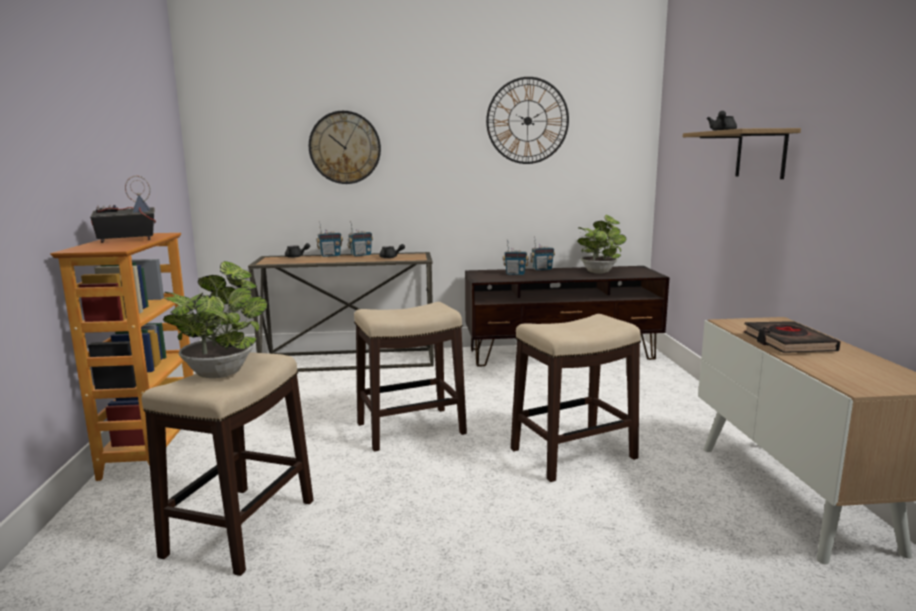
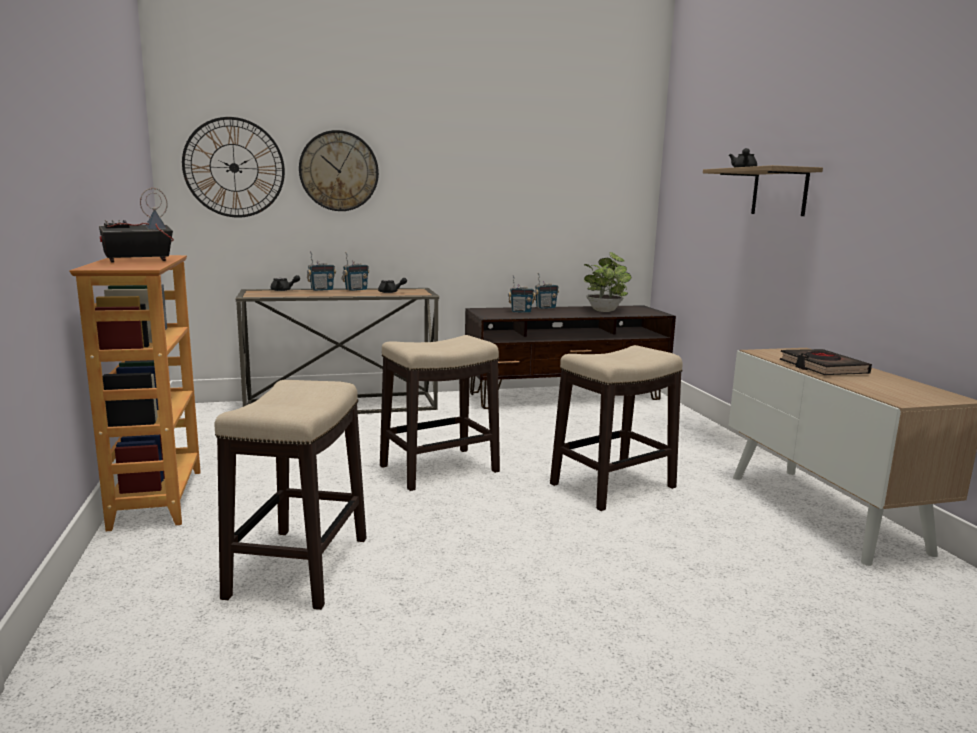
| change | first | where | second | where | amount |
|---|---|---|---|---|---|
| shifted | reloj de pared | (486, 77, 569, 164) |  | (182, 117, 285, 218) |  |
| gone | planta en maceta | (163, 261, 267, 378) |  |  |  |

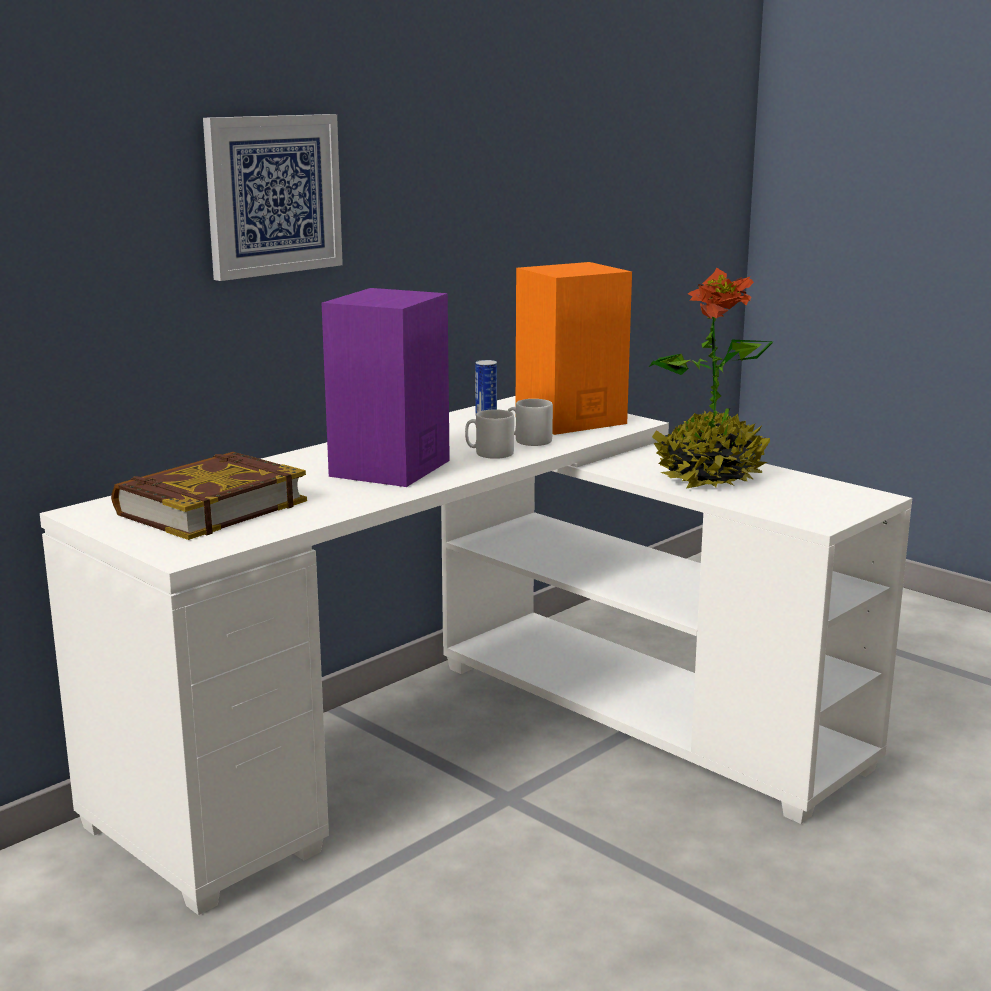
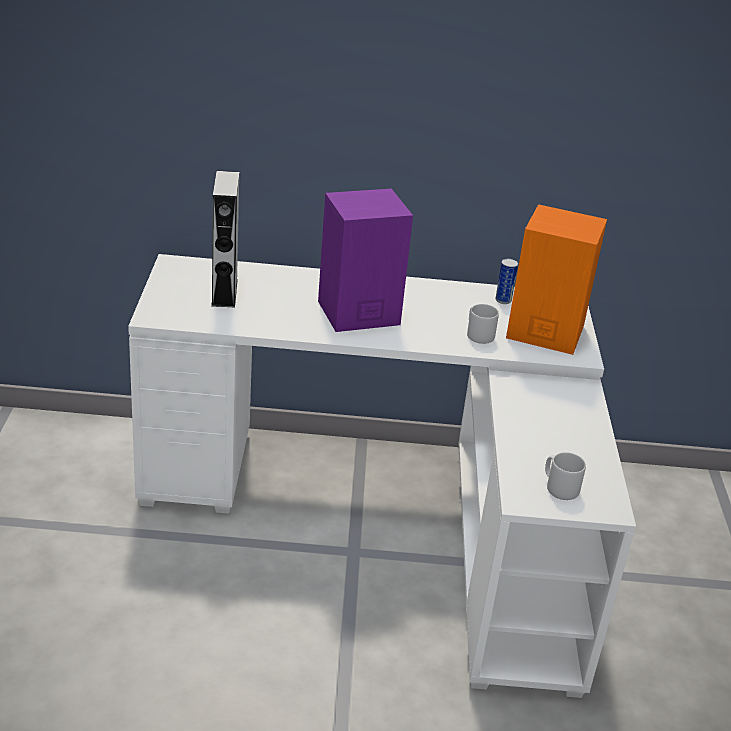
| change | first | where | second | where | amount |
|---|---|---|---|---|---|
| swapped | libro | (111, 452, 307, 540) | altavoz (gris) | (211, 171, 239, 307) |  |
| shifted | taza grande (gris) | (465, 410, 514, 459) |  | (545, 452, 586, 500) |  |
| gone | cuadro | (203, 114, 343, 281) |  |  |  |
| gone | planta en maceta | (649, 267, 773, 488) |  |  |  |

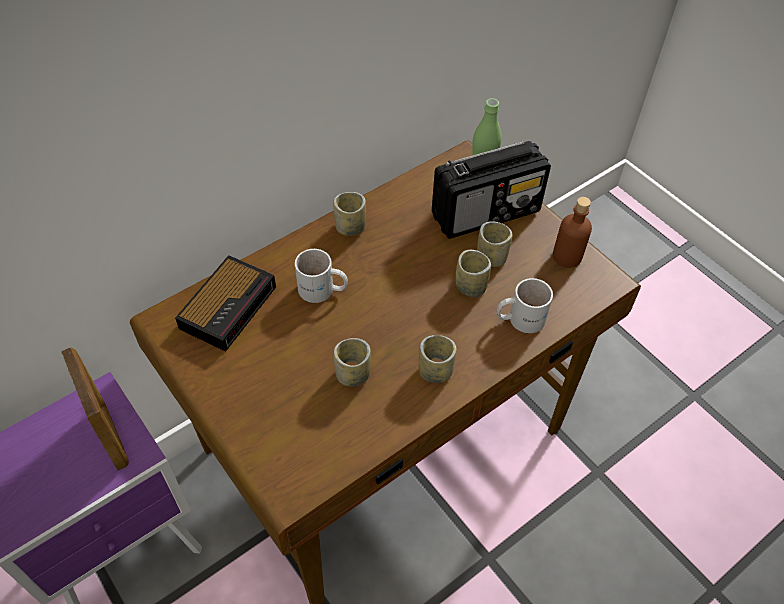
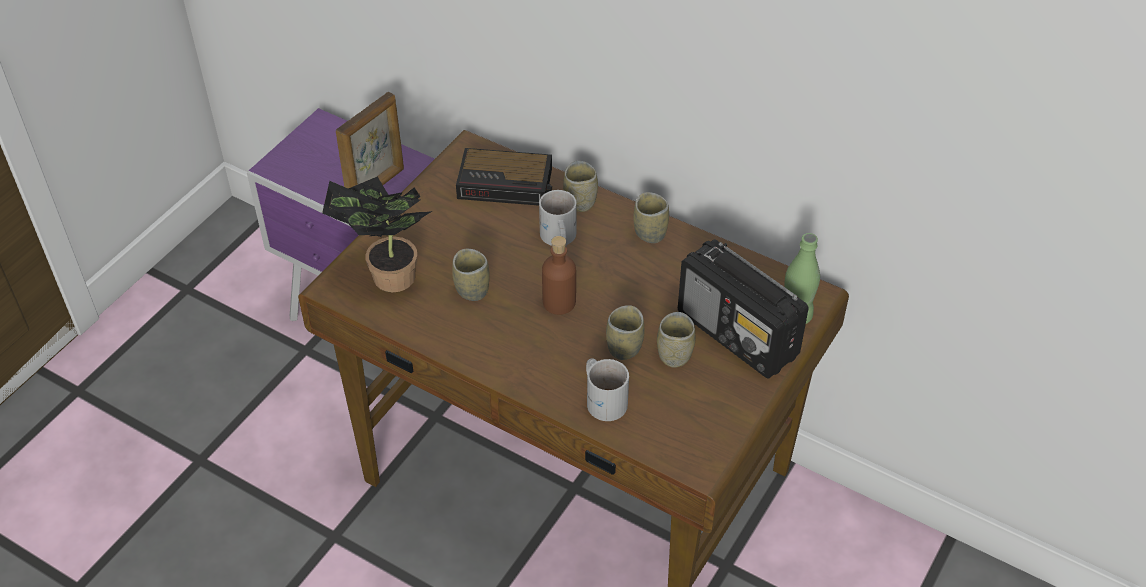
| change | first | where | second | where | amount |
|---|---|---|---|---|---|
| new |  |  | planta en maceta | (322, 177, 432, 292) |  |
| shifted | botella (marrón) | (553, 197, 592, 268) |  | (542, 236, 576, 315) |  |
| shifted | taza | (419, 335, 457, 383) |  | (563, 161, 598, 212) |  |

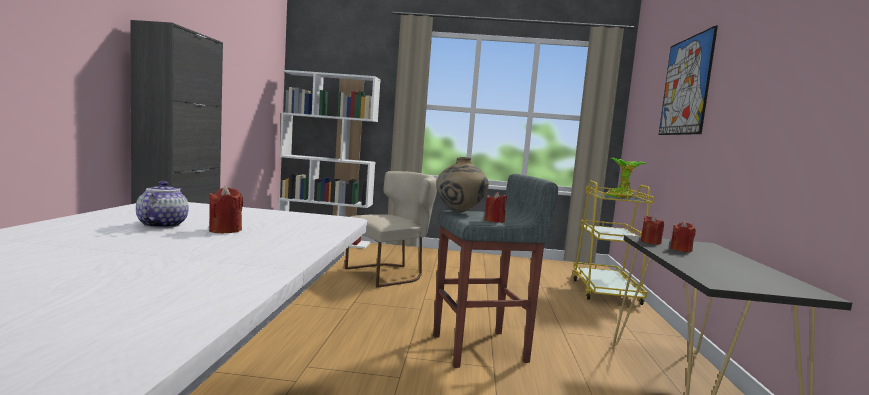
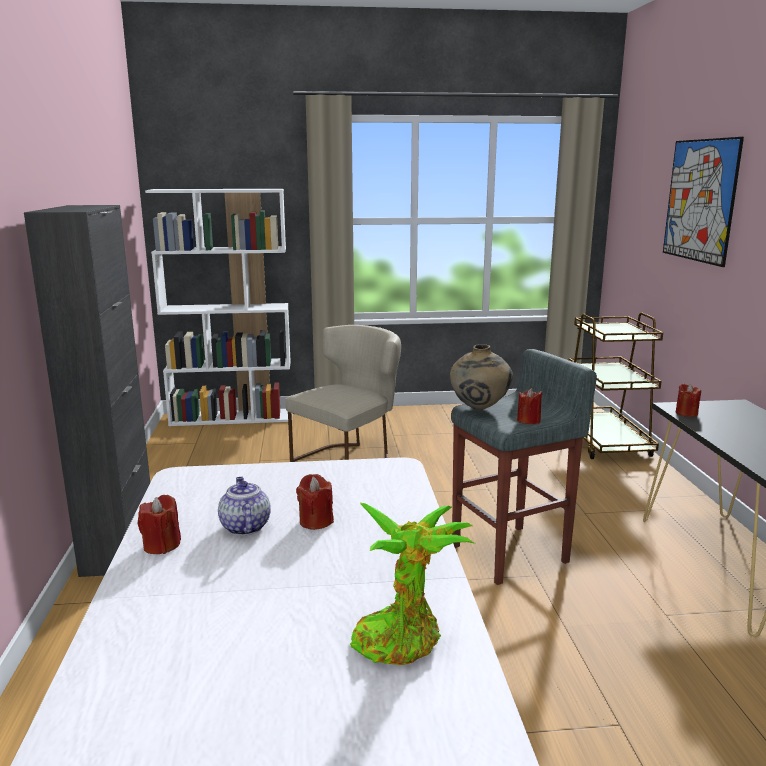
| change | first | where | second | where | amount |
|---|---|---|---|---|---|
| shifted | vela (rojo) | (670, 221, 696, 252) |  | (138, 495, 181, 554) |  |
| shifted | planta en maceta | (606, 158, 647, 198) |  | (350, 503, 475, 665) |  |
| repainted | carrito (amarillo) | (573, 181, 654, 305) | carrito (marrón) | (569, 312, 663, 459) |  |

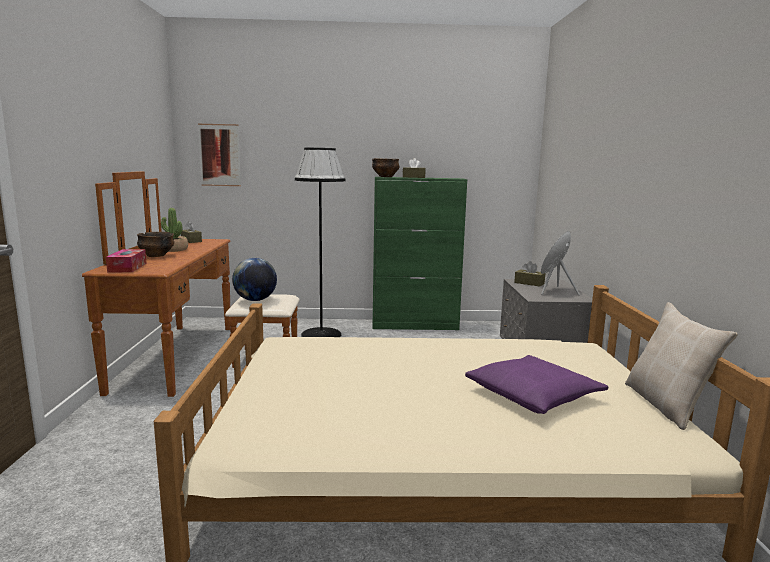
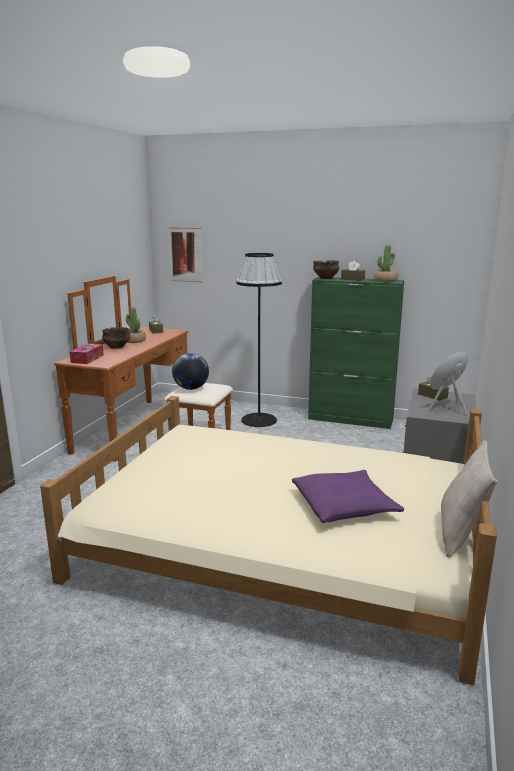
| change | first | where | second | where | amount |
|---|---|---|---|---|---|
| new |  |  | planta en maceta | (374, 244, 398, 282) |  |

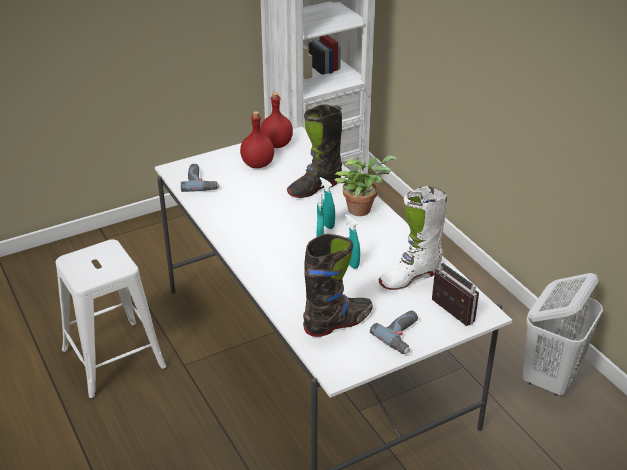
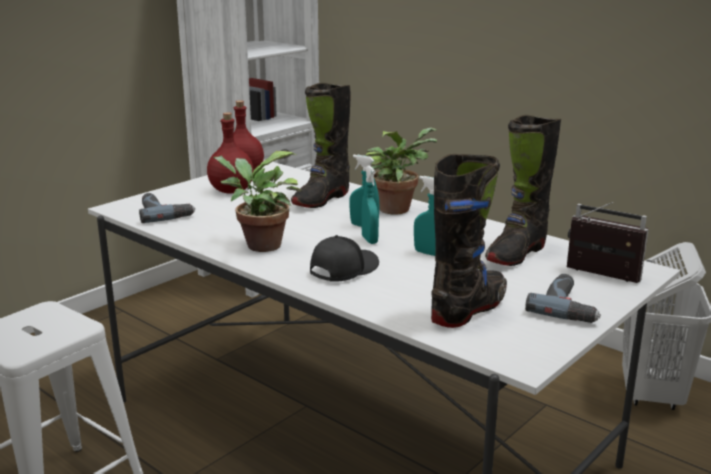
| change | first | where | second | where | amount |
|---|---|---|---|---|---|
| new |  |  | planta en maceta | (213, 151, 301, 252) |  |
| new |  |  | gorra (negro) | (310, 235, 379, 282) |  |
| repainted | bota (blanco) | (379, 186, 447, 290) | bota (negro) | (485, 115, 561, 266) |  |

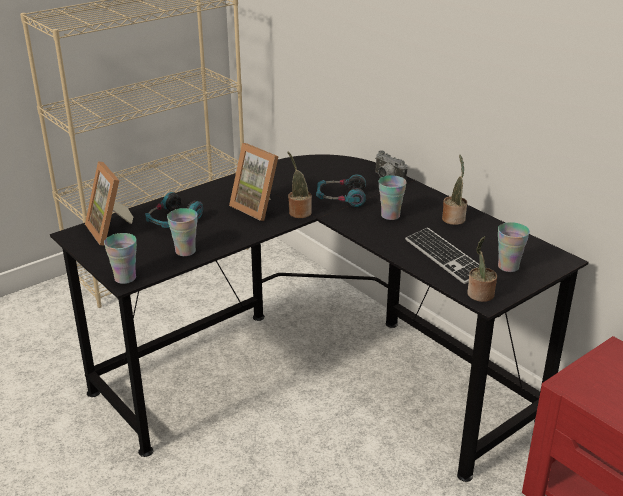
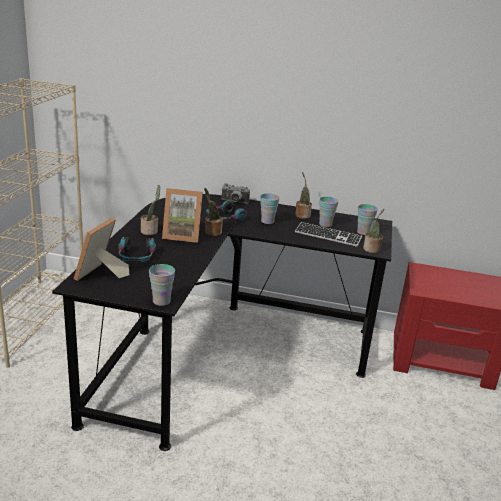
| change | first | where | second | where | amount |
|---|---|---|---|---|---|
| rotated | portarretratos | (85, 161, 133, 245) |  | (74, 217, 129, 281) | 90 degrees clockwise |
| new |  |  | planta en maceta | (141, 185, 160, 235) |  |
| shifted | taza | (167, 208, 198, 256) |  | (319, 197, 339, 227) |  |

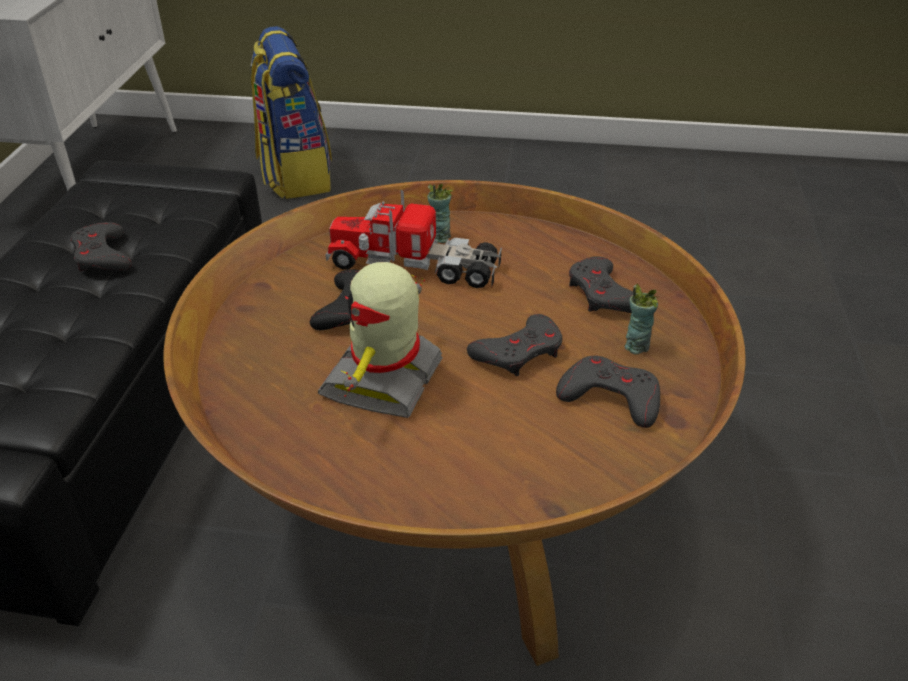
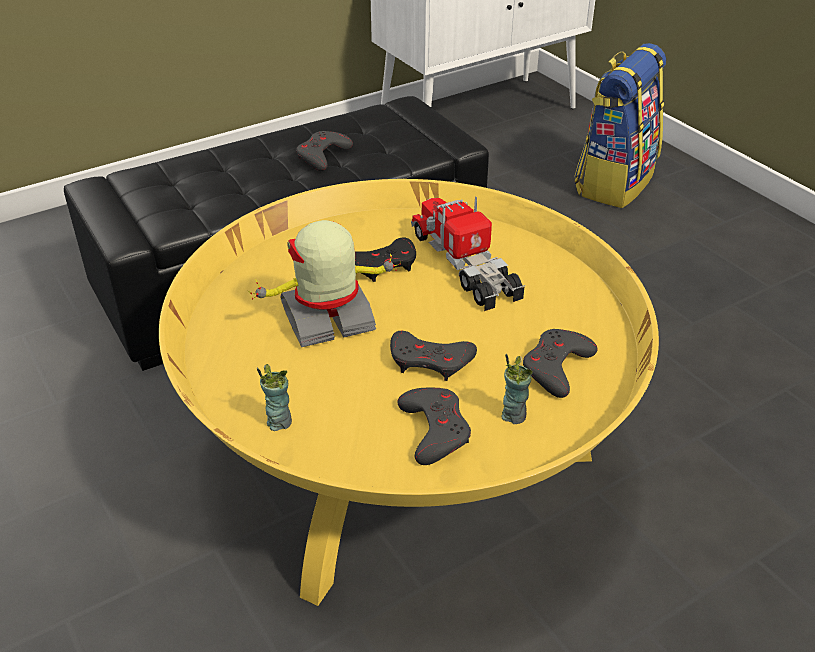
| change | first | where | second | where | amount |
|---|---|---|---|---|---|
| repainted | mesa de centro (marrón) | (163, 180, 745, 666) | mesa de centro (amarillo) | (159, 179, 659, 606) |  |
| shifted | taza | (427, 184, 453, 243) |  | (257, 364, 292, 431) |  |

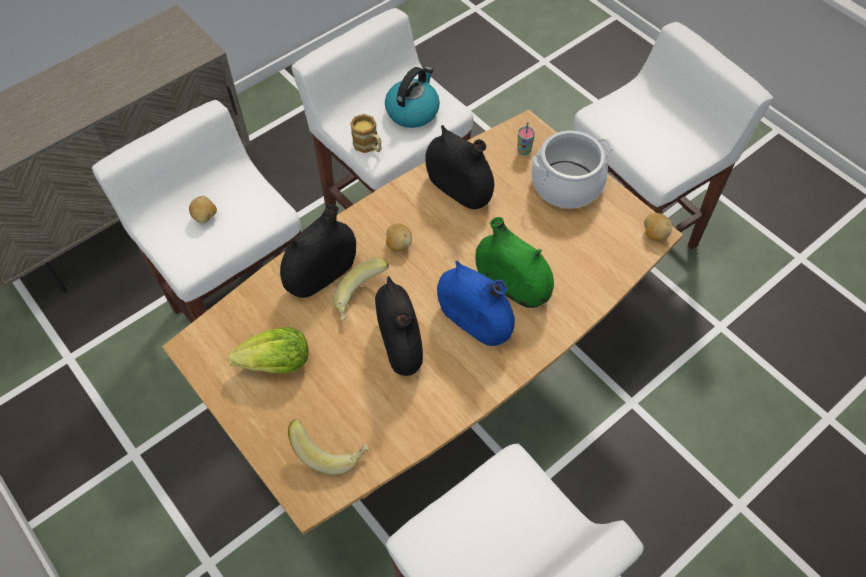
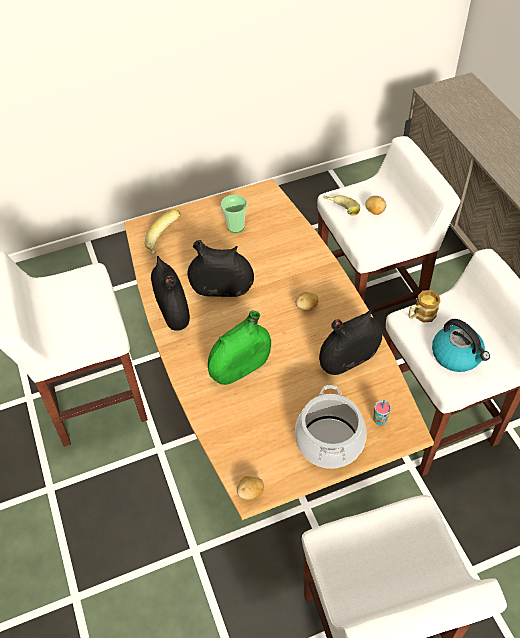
| change | first | where | second | where | amount |
|---|---|---|---|---|---|
| shifted | florero (negro) | (280, 204, 356, 298) |  | (151, 256, 190, 331) |  |
| swapped | lechuga | (228, 327, 308, 373) | taza | (221, 195, 247, 233) |  |
| shifted | plátano | (333, 258, 389, 321) |  | (323, 195, 360, 216) |  |
| gone | florero (azul) | (437, 261, 515, 346) |  |  |  |

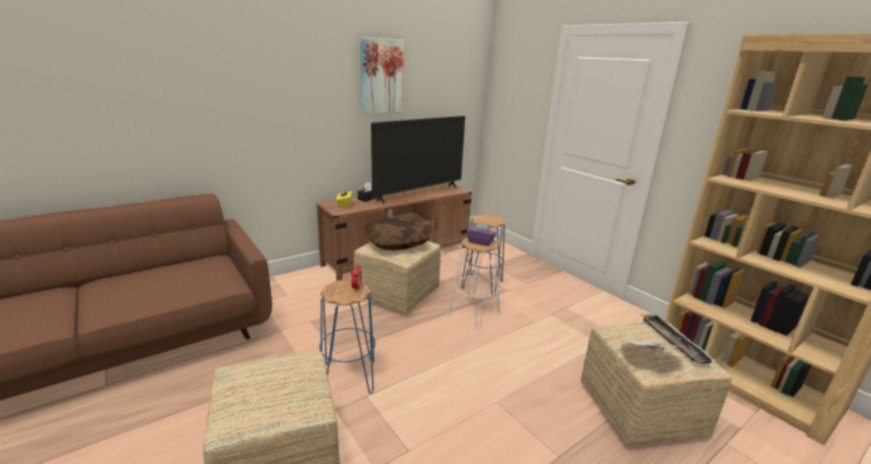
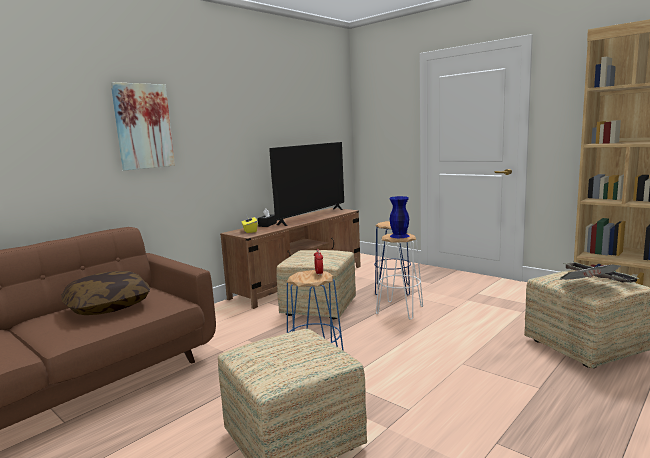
| change | first | where | second | where | amount |
|---|---|---|---|---|---|
| shifted | cojín | (364, 216, 429, 250) |  | (61, 271, 150, 315) |  |
| shifted | cuadro | (360, 37, 404, 114) |  | (111, 82, 175, 170) |  |
| swapped | caja de pañuelos (morado) | (467, 221, 496, 246) | florero (azul) | (389, 196, 409, 238) |  |

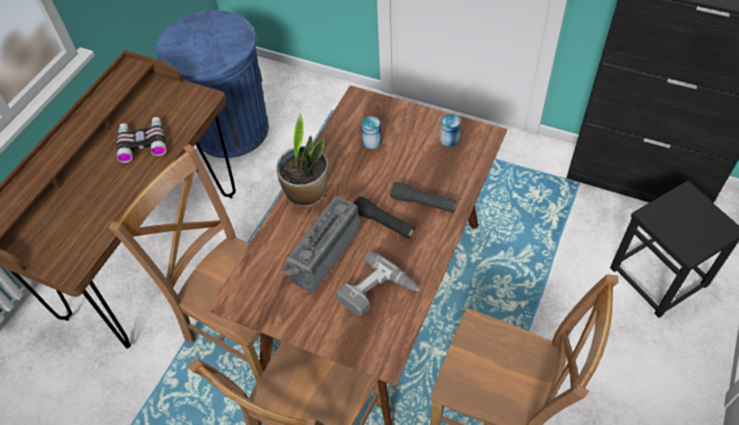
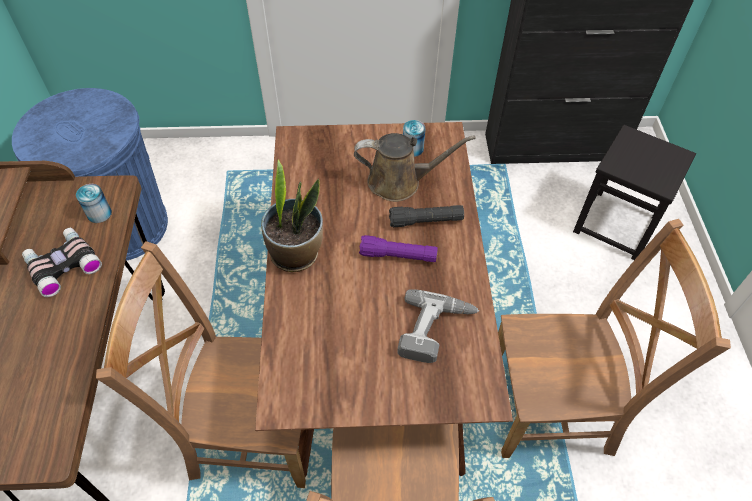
| change | first | where | second | where | amount |
|---|---|---|---|---|---|
| shifted | lata | (361, 116, 382, 149) |  | (76, 184, 112, 223) |  |
| new |  |  | regadera (marrón) | (354, 133, 475, 202) |  |
| repainted | linterna (negro) | (353, 196, 415, 239) | linterna (morado) | (359, 235, 438, 262) |  |
| gone | radio | (281, 196, 360, 293) |  |  |  |

